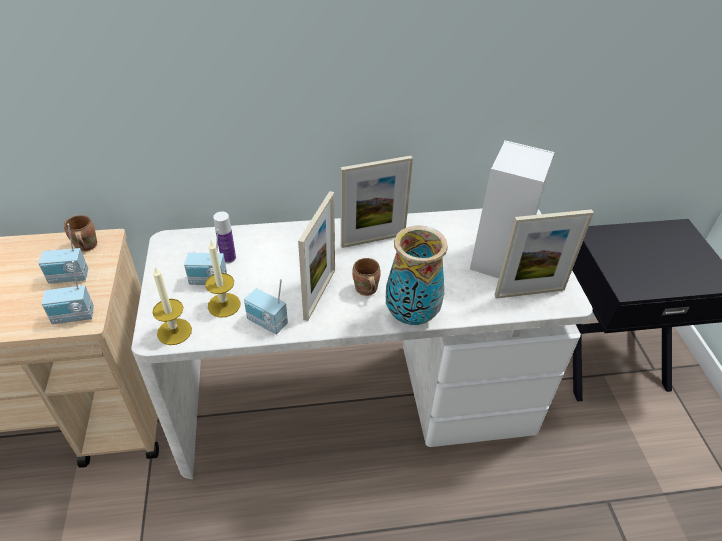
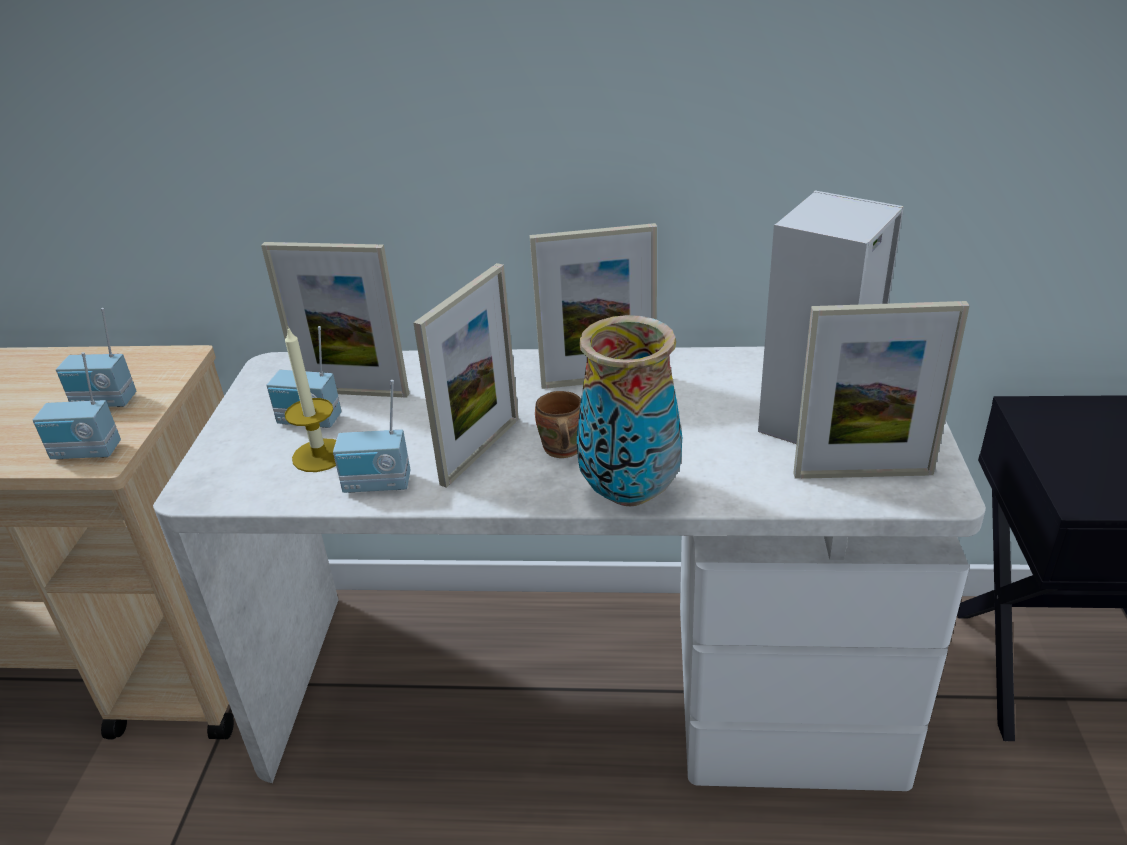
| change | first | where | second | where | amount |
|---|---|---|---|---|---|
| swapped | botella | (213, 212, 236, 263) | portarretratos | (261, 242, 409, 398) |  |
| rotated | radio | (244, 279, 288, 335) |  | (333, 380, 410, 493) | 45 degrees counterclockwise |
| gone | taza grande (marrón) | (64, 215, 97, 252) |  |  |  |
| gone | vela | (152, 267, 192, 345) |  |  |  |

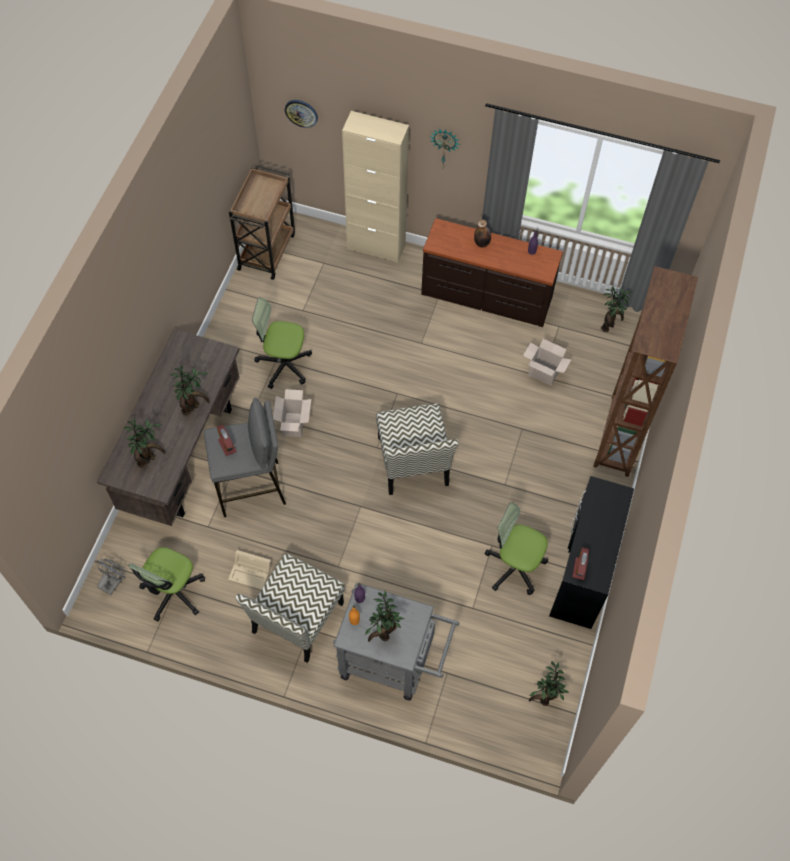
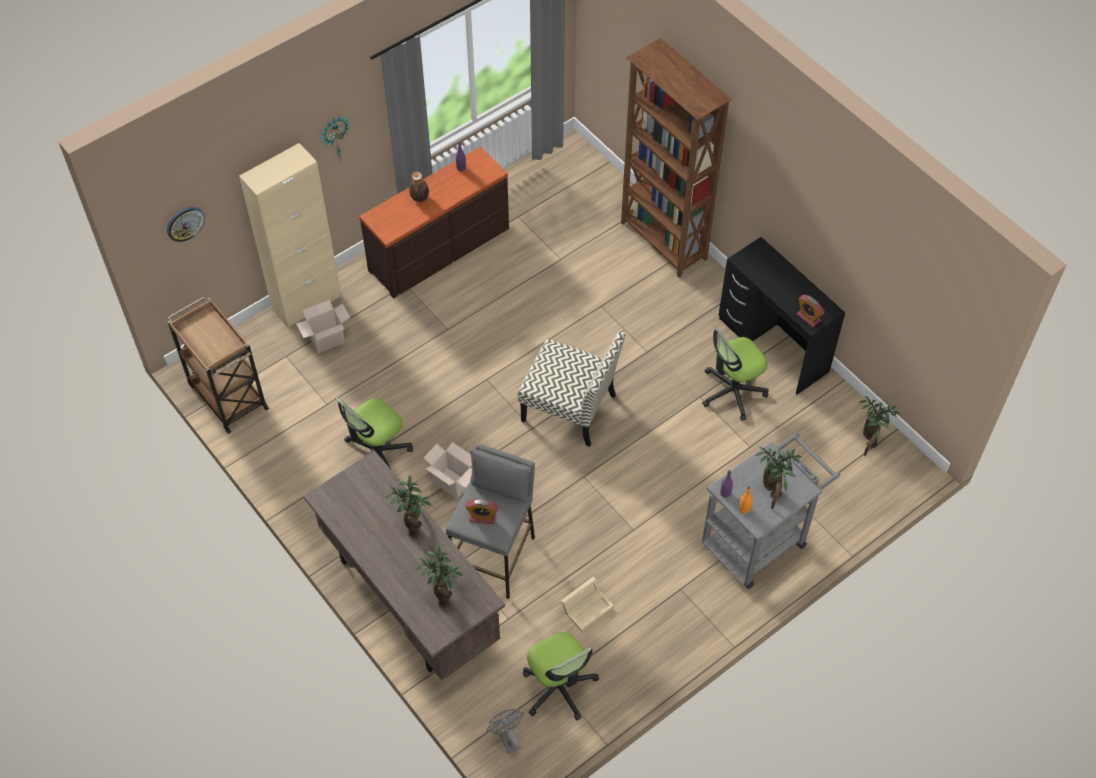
| change | first | where | second | where | amount |
|---|---|---|---|---|---|
| shifted | caja de cartón | (523, 339, 571, 386) |  | (296, 300, 350, 353) |  |
| gone | silla | (235, 553, 345, 663) |  |  |  |
| gone | planta en maceta | (601, 286, 632, 332) |  |  |  |

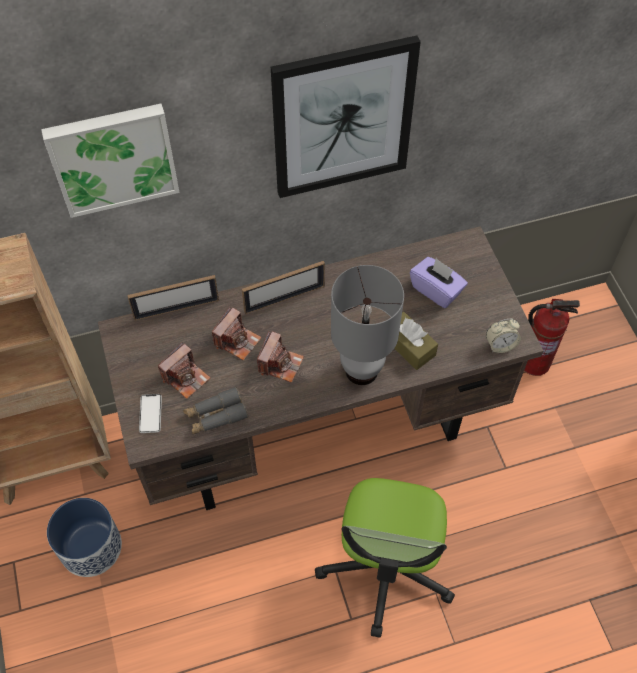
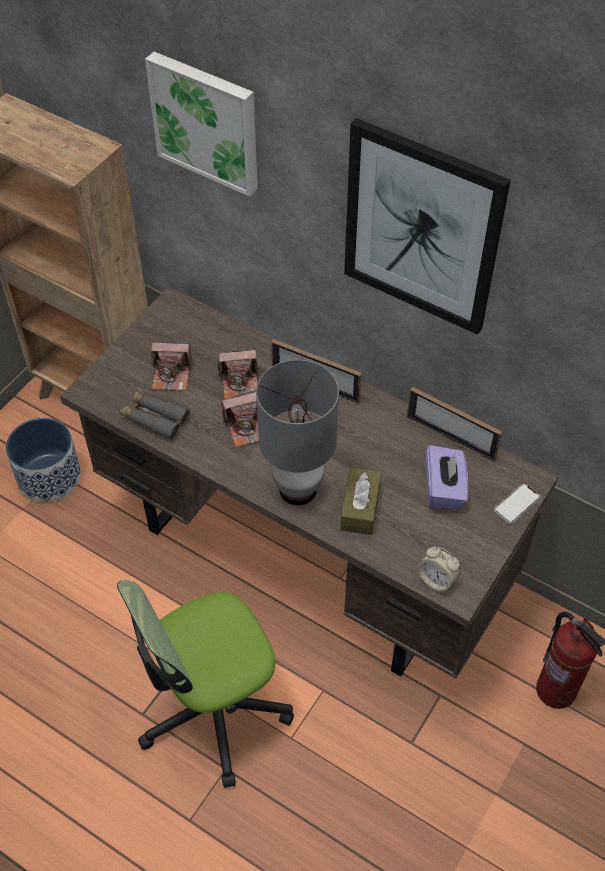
| change | first | where | second | where | amount |
|---|---|---|---|---|---|
| shifted | portarretratos | (127, 275, 219, 321) |  | (407, 387, 502, 463) |  |
| shifted | móvil | (139, 394, 162, 433) |  | (494, 483, 541, 524) |  |

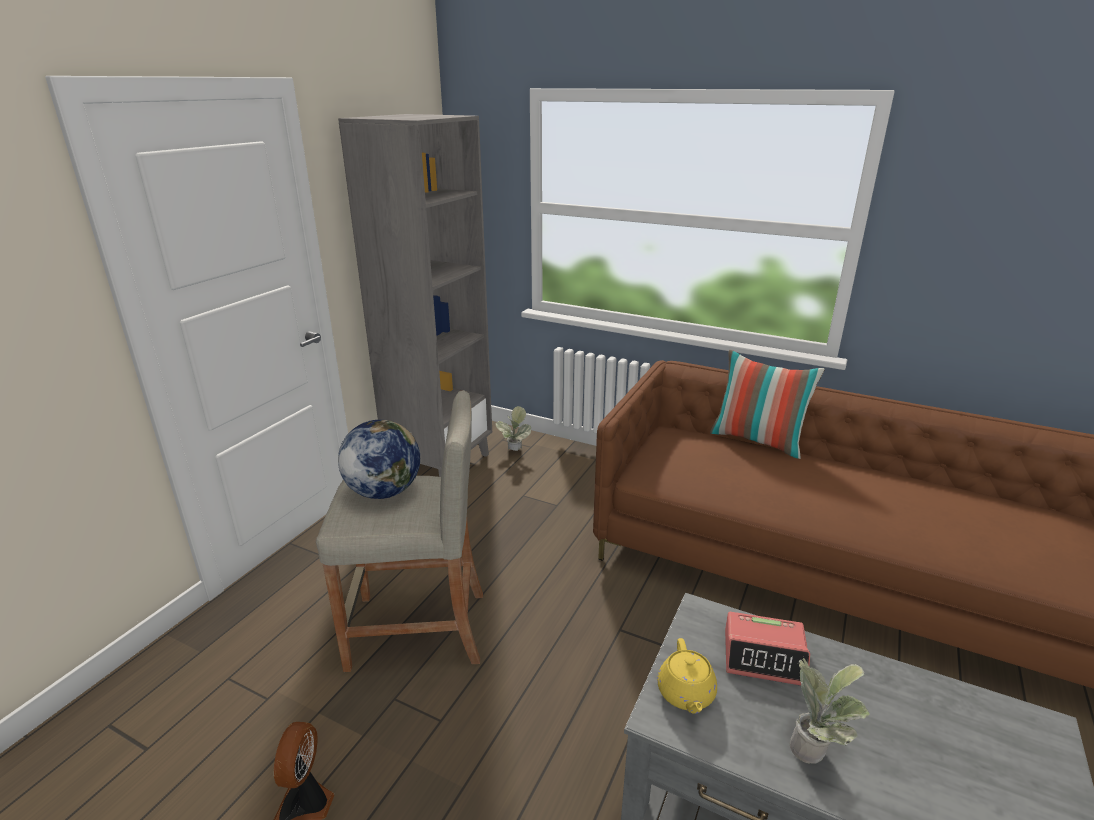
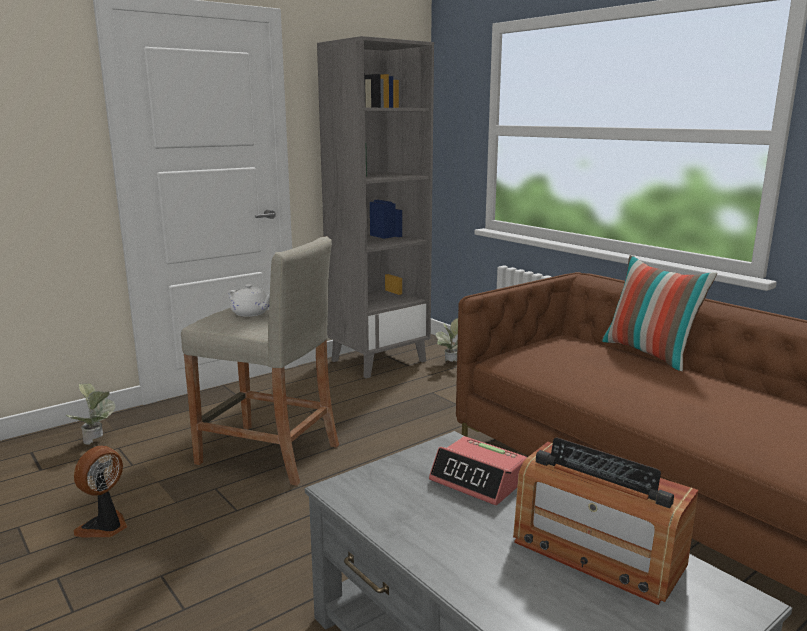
| change | first | where | second | where | amount |
|---|---|---|---|---|---|
| shifted | planta en maceta | (790, 655, 869, 764) |  | (65, 383, 116, 445) |  |
| swapped | globo terráqueo | (338, 420, 420, 499) | tetera (blanco) | (228, 284, 270, 317) |  |
| new |  |  | radio | (513, 437, 698, 605) |  |
| gone | tetera (amarillo) | (657, 638, 717, 714) |  |  |  |

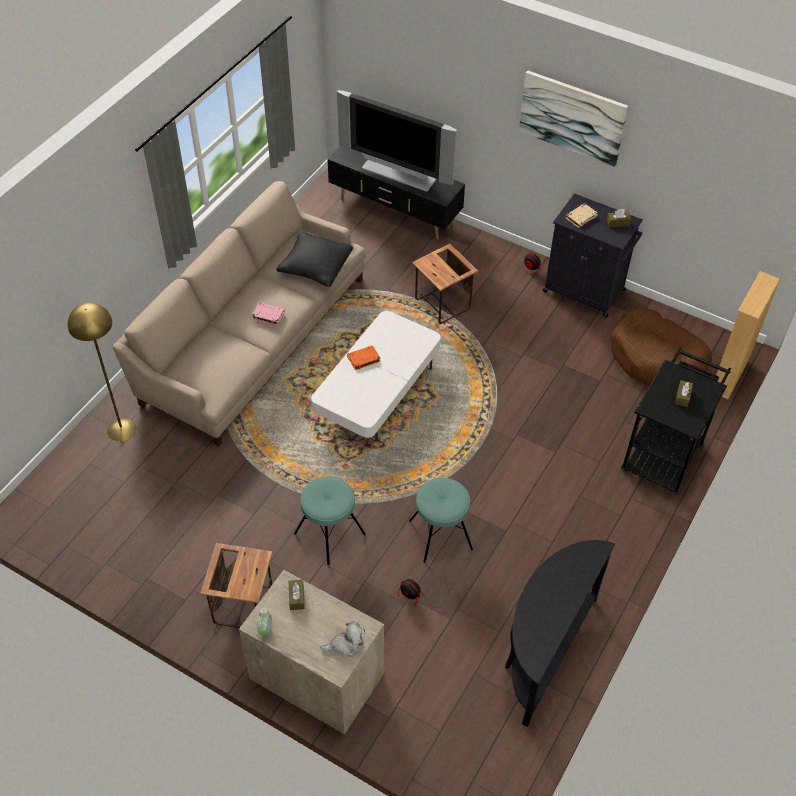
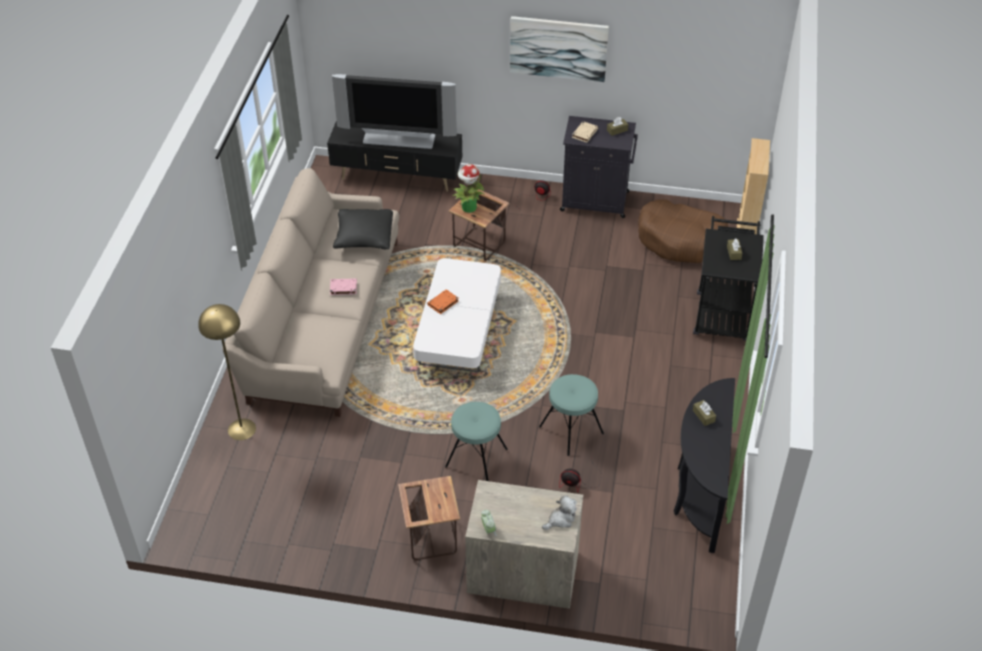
| change | first | where | second | where | amount |
|---|---|---|---|---|---|
| new |  |  | planta en maceta | (452, 164, 485, 213) |  |
| shifted | caja de pañuelos (marrón) | (289, 580, 305, 610) |  | (693, 400, 716, 426) |  |

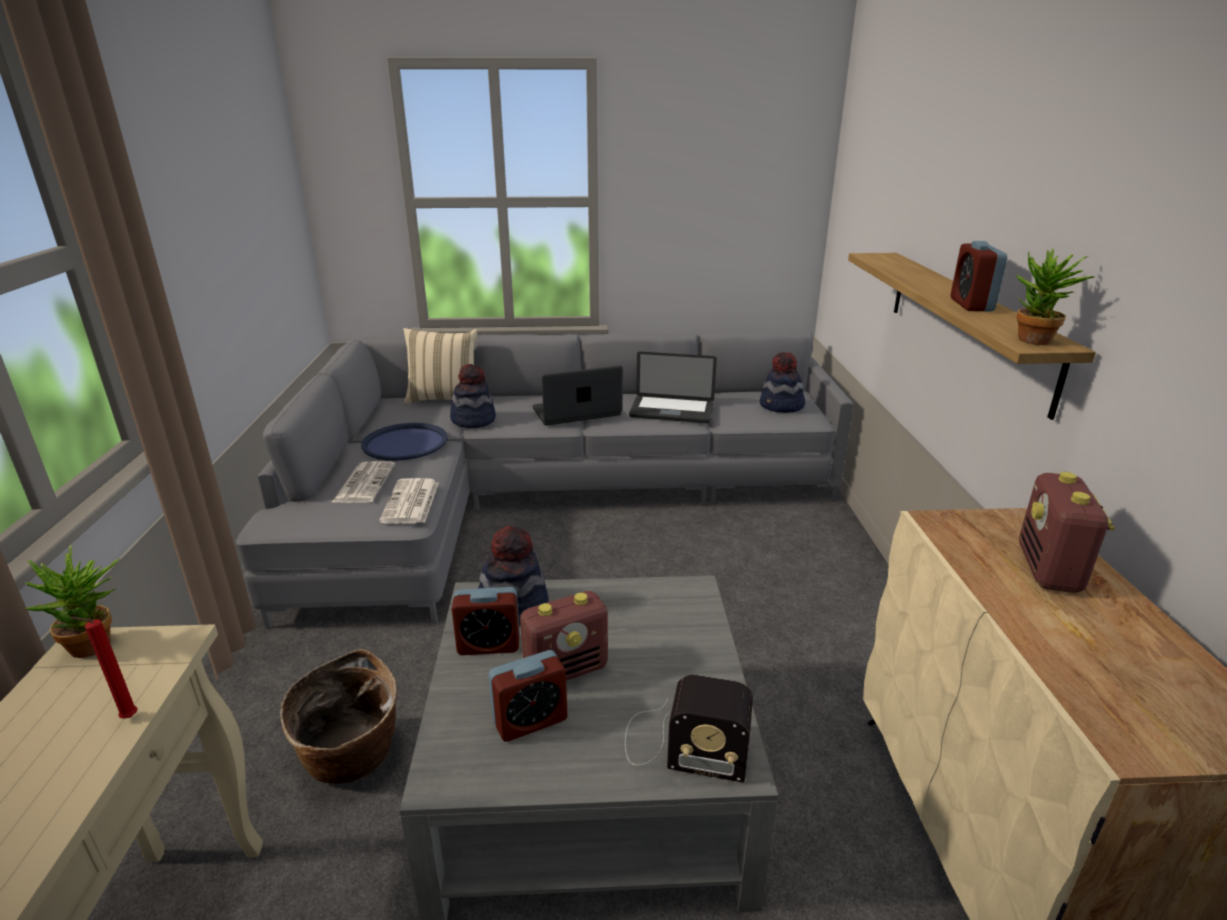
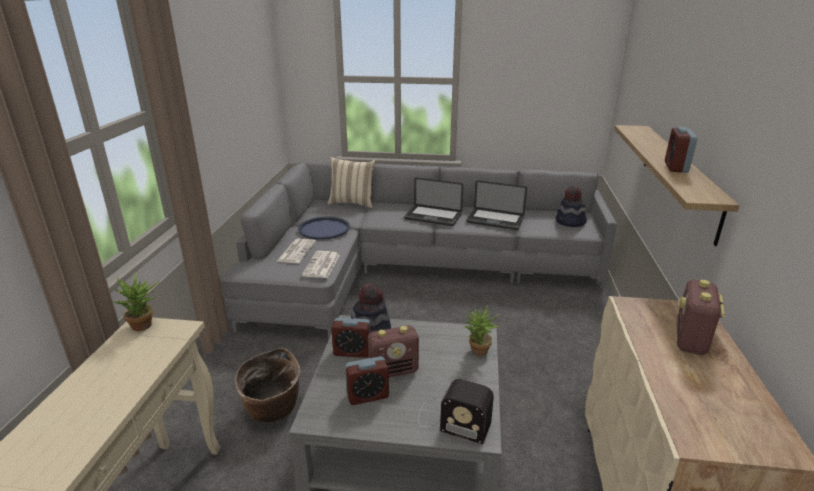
| change | first | where | second | where | amount |
|---|---|---|---|---|---|
| rotated | portátil | (532, 365, 623, 426) |  | (404, 178, 464, 226) | 150 degrees counterclockwise |
| shifted | planta en maceta | (1016, 248, 1094, 345) |  | (464, 305, 500, 356) |  |
| gone | vela (rojo) | (71, 617, 138, 719) |  |  |  |
| gone | sombrero | (450, 364, 496, 428) |  |  |  |

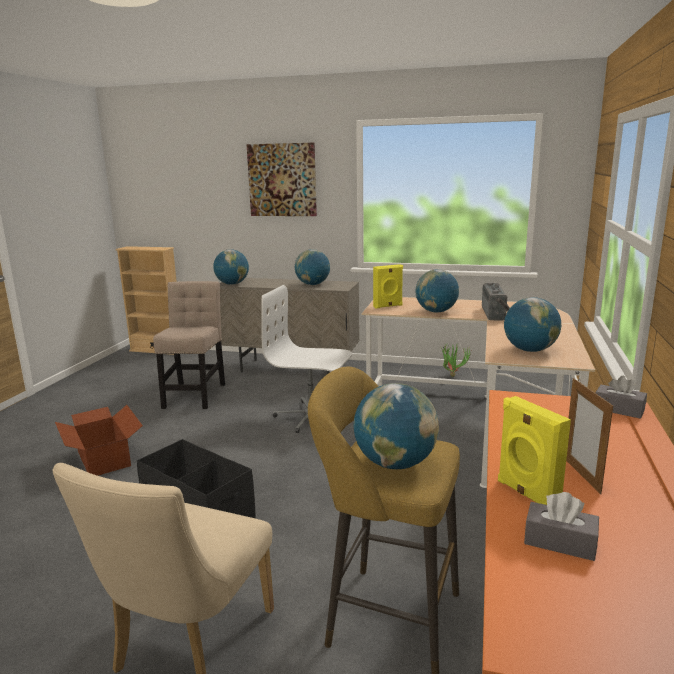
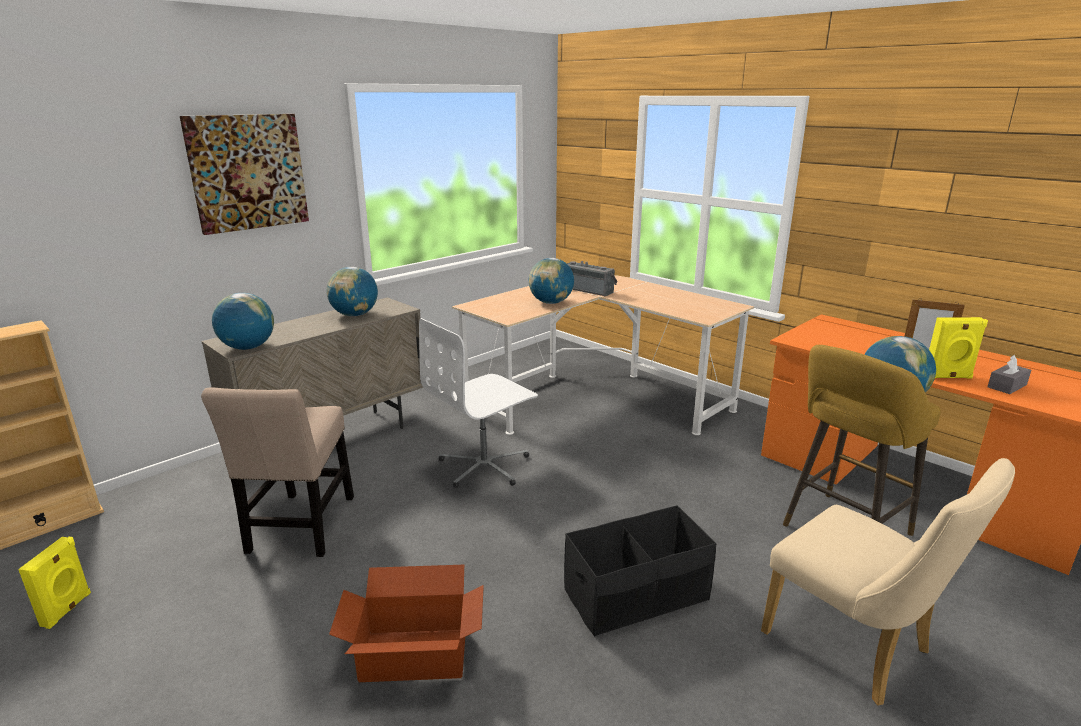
| change | first | where | second | where | amount |
|---|---|---|---|---|---|
| shifted | altavoz (amarillo) | (373, 264, 403, 309) |  | (18, 537, 91, 629) |  |
| rotated | silla (beis) | (153, 281, 225, 409) |  | (201, 387, 354, 557) | 120 degrees counterclockwise |
| gone | planta en maceta | (440, 345, 472, 377) |  |  |  |
| gone | globo terráqueo | (504, 297, 561, 352) |  |  |  |
| gone | caja de pañuelos (gris) | (596, 376, 647, 419) |  |  |  |

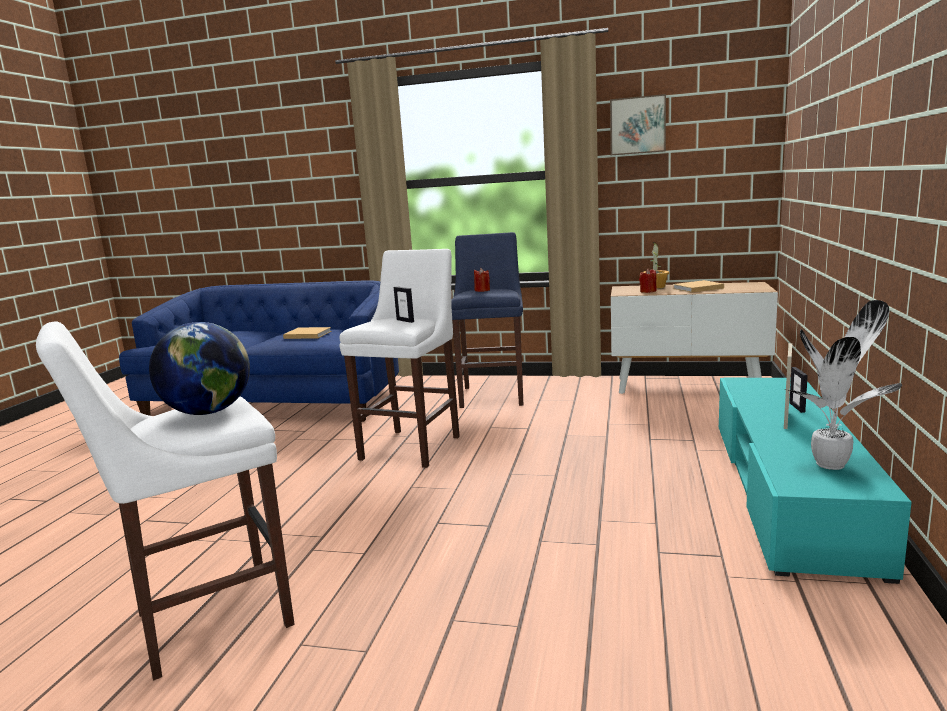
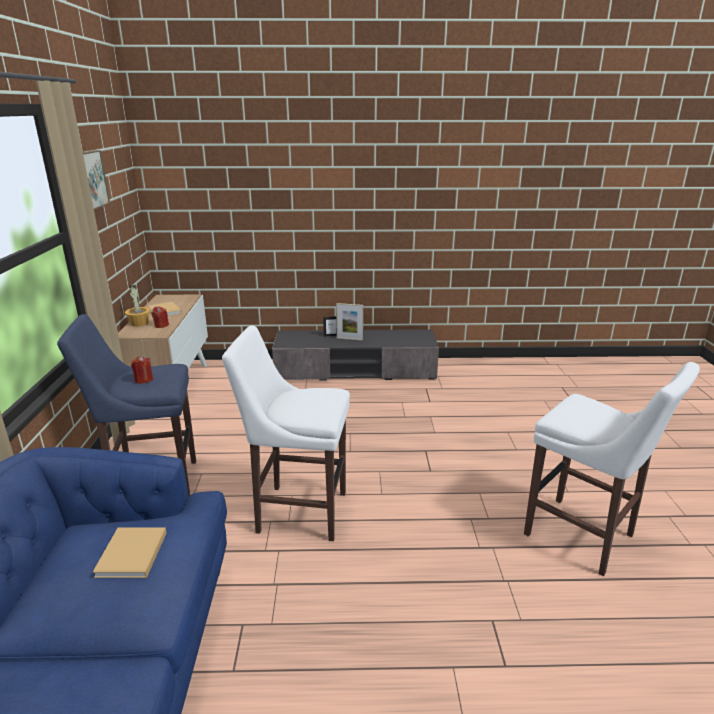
| change | first | where | second | where | amount |
|---|---|---|---|---|---|
| repainted | mueble de televisión (turquesa) | (719, 378, 912, 584) | mueble de televisión (gris) | (272, 329, 439, 380) |  |
| gone | globo terráqueo | (149, 322, 250, 415) |  |  |  |
| gone | portarretratos | (394, 286, 414, 323) |  |  |  |
| gone | planta en maceta | (784, 300, 902, 470) |  |  |  |

